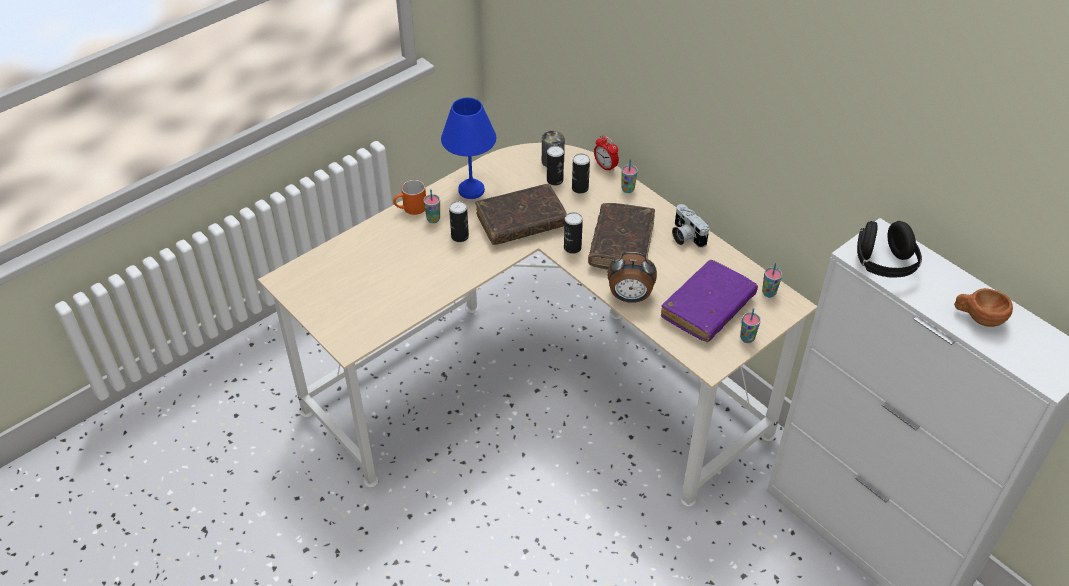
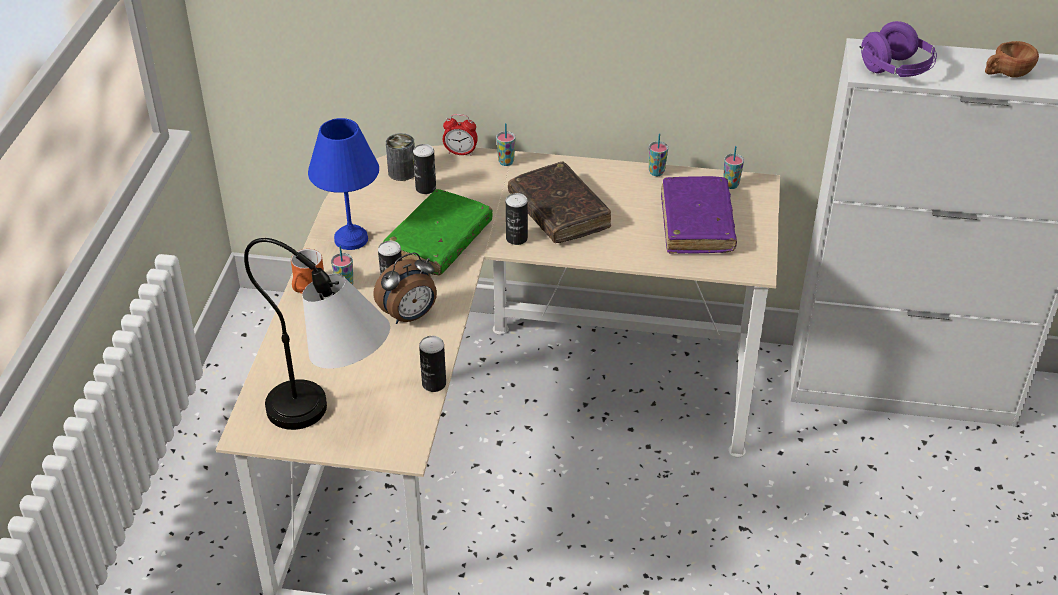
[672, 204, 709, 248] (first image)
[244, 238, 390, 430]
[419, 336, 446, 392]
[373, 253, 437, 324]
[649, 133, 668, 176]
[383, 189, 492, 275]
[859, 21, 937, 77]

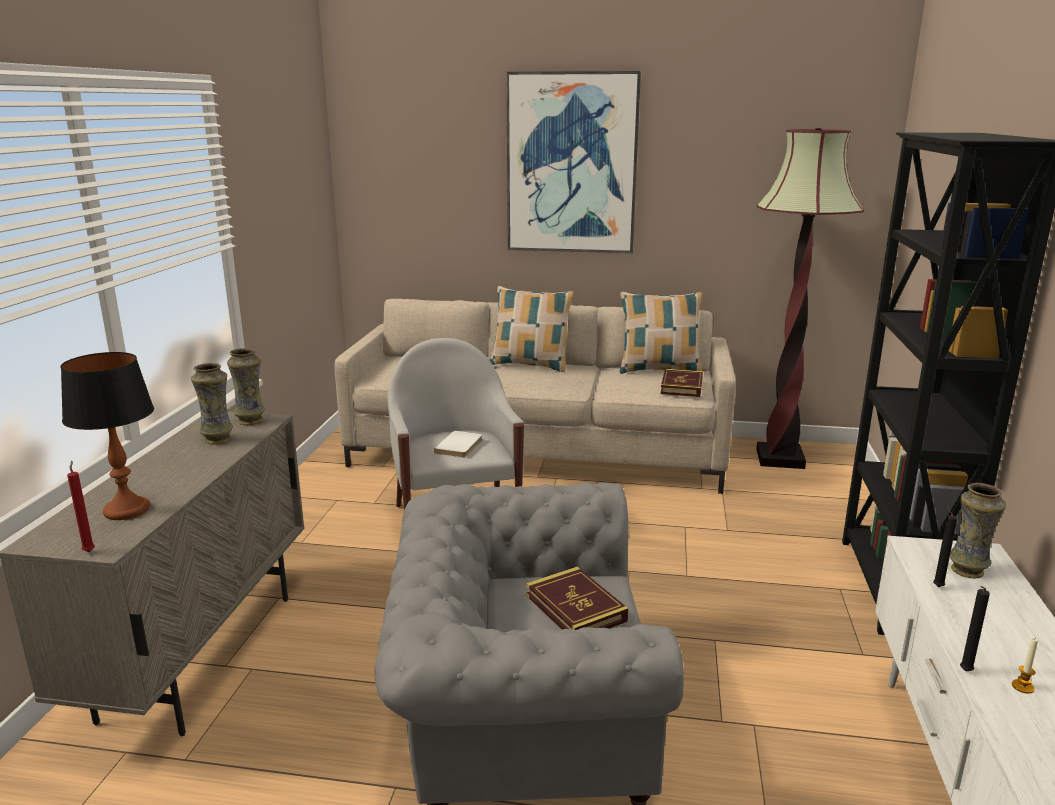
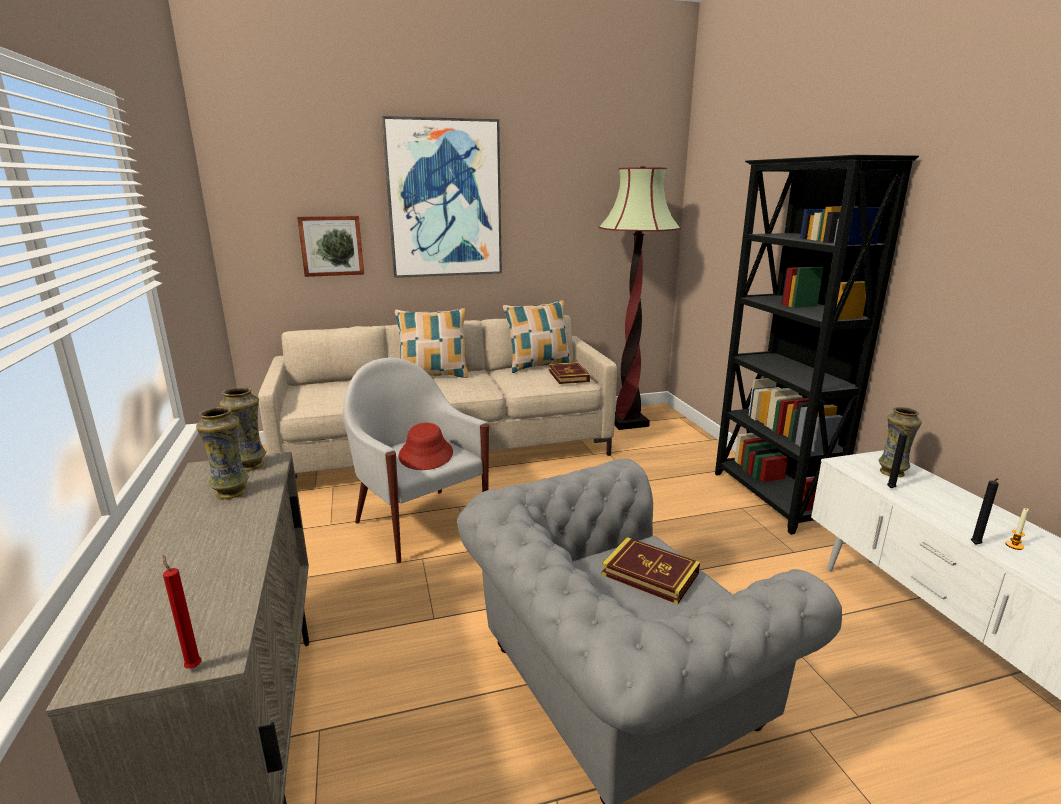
[61, 352, 154, 520] (first image)
[297, 216, 364, 277]
[399, 423, 453, 470]

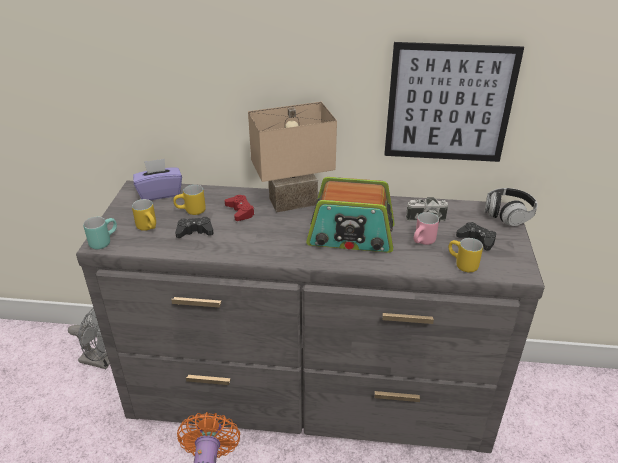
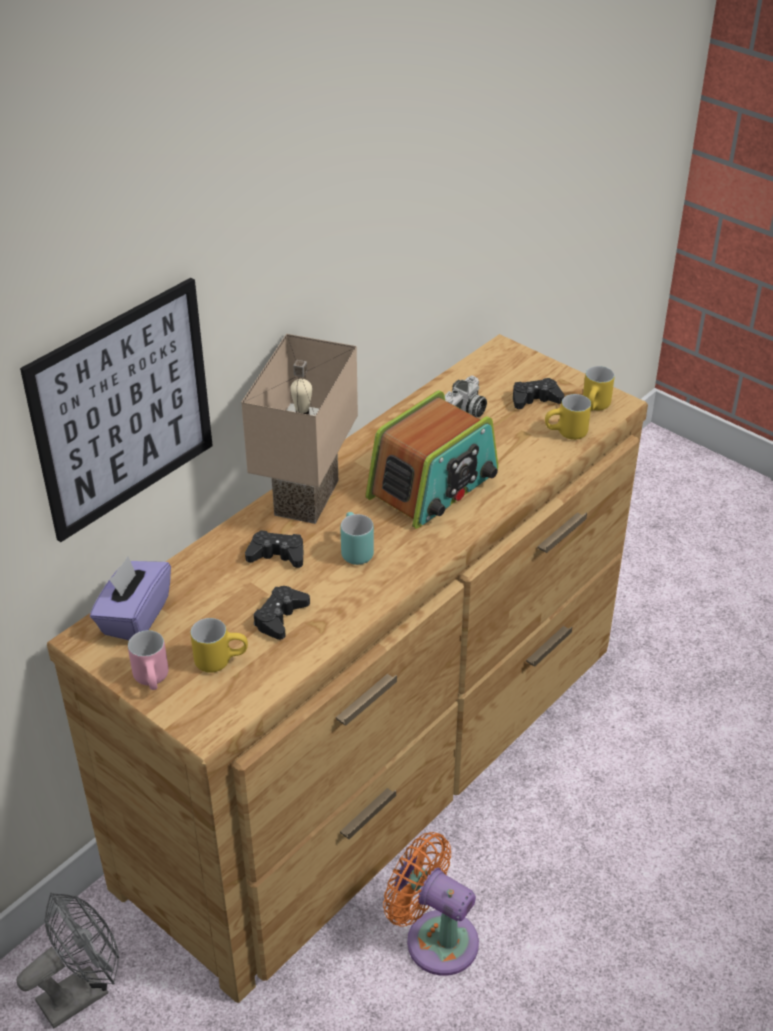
[485, 188, 538, 226] (first image)
[340, 512, 374, 565]
[583, 366, 614, 411]
[20, 278, 213, 542]
[128, 630, 168, 690]
[47, 334, 648, 1003]
[245, 530, 304, 568]

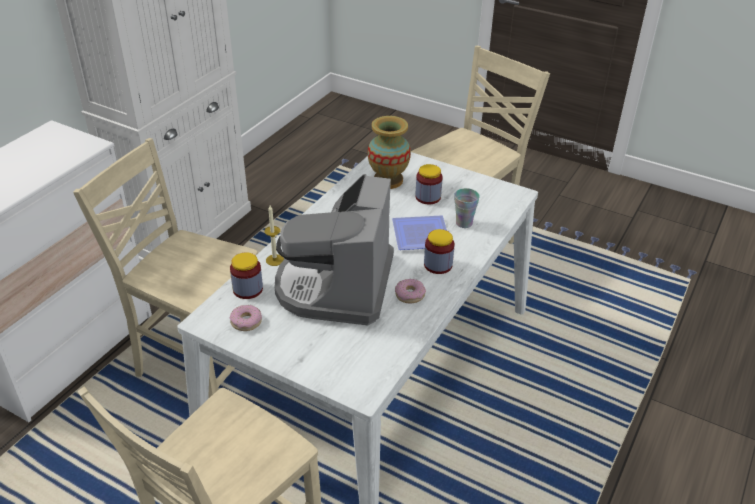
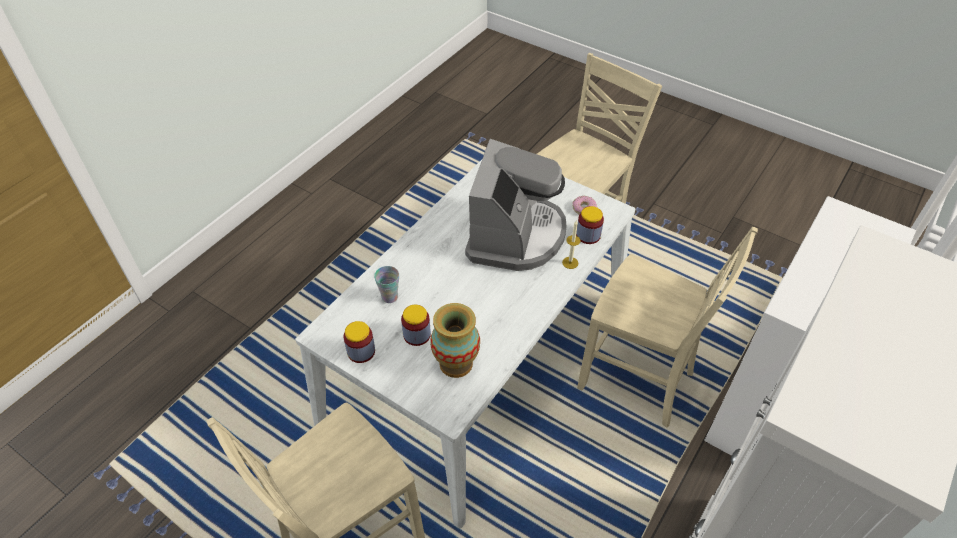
[392, 215, 447, 250] (first image)
[395, 279, 426, 303] (first image)
[344, 321, 375, 363]

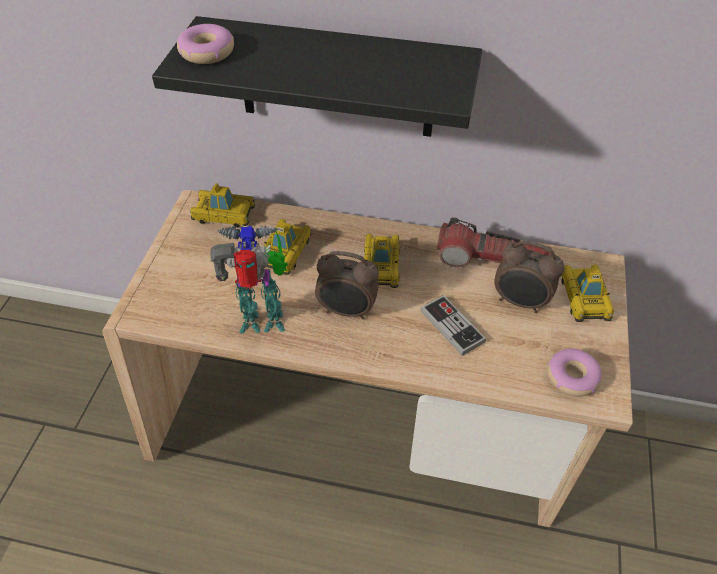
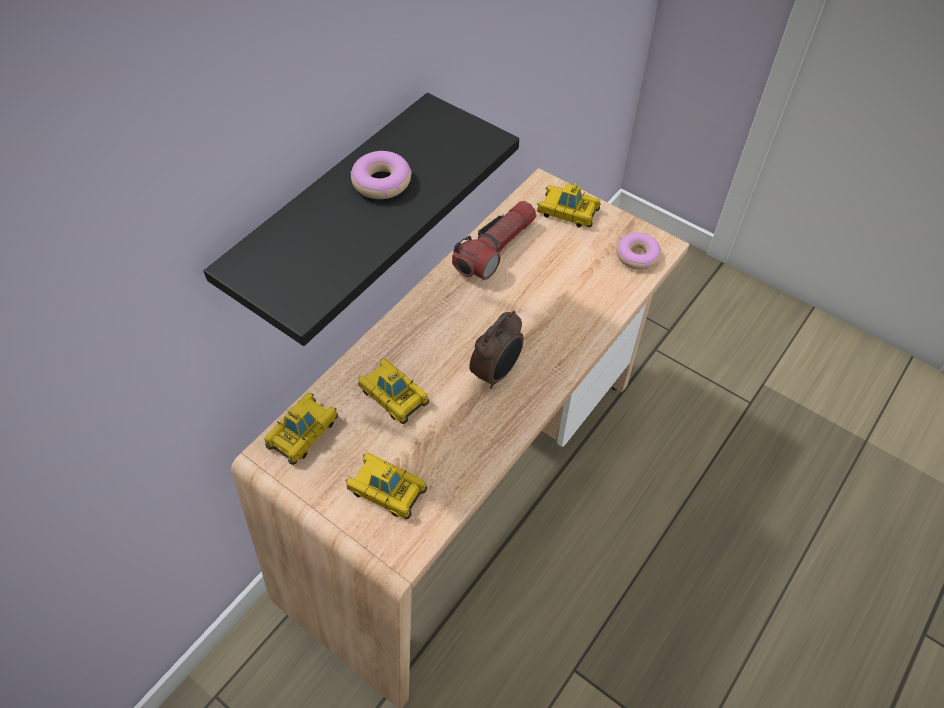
[210, 226, 288, 333] (first image)
[420, 295, 486, 356] (first image)
[494, 240, 565, 313] (first image)
[351, 151, 412, 199]
[346, 453, 427, 519]

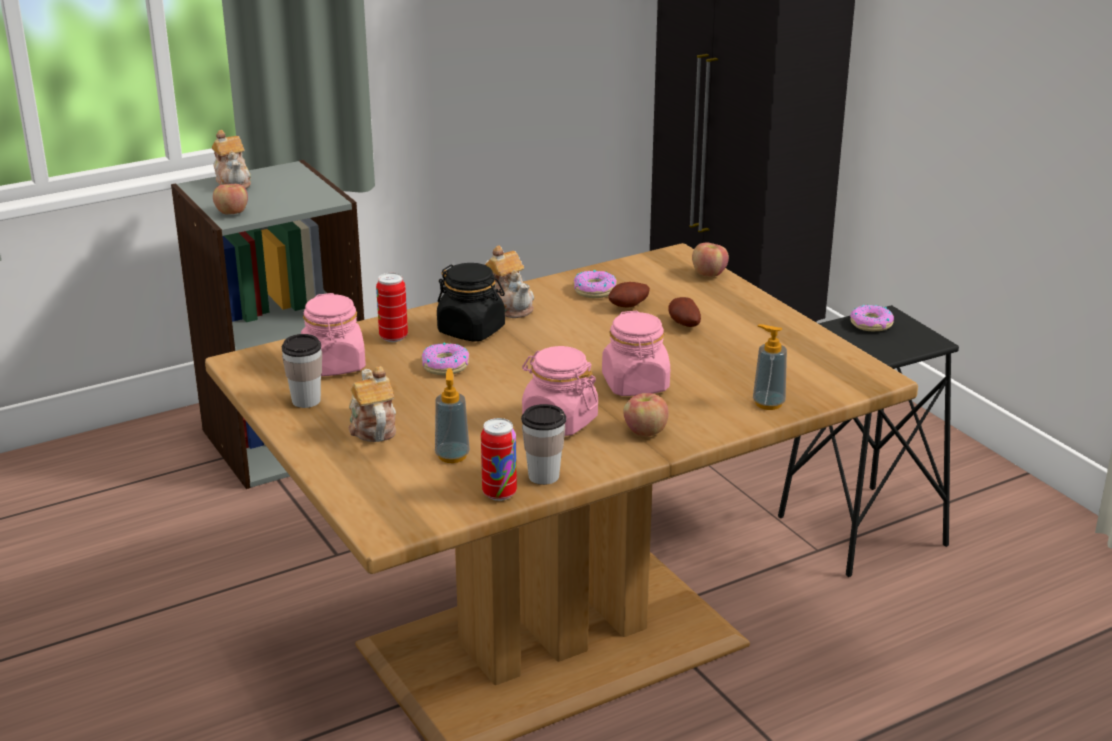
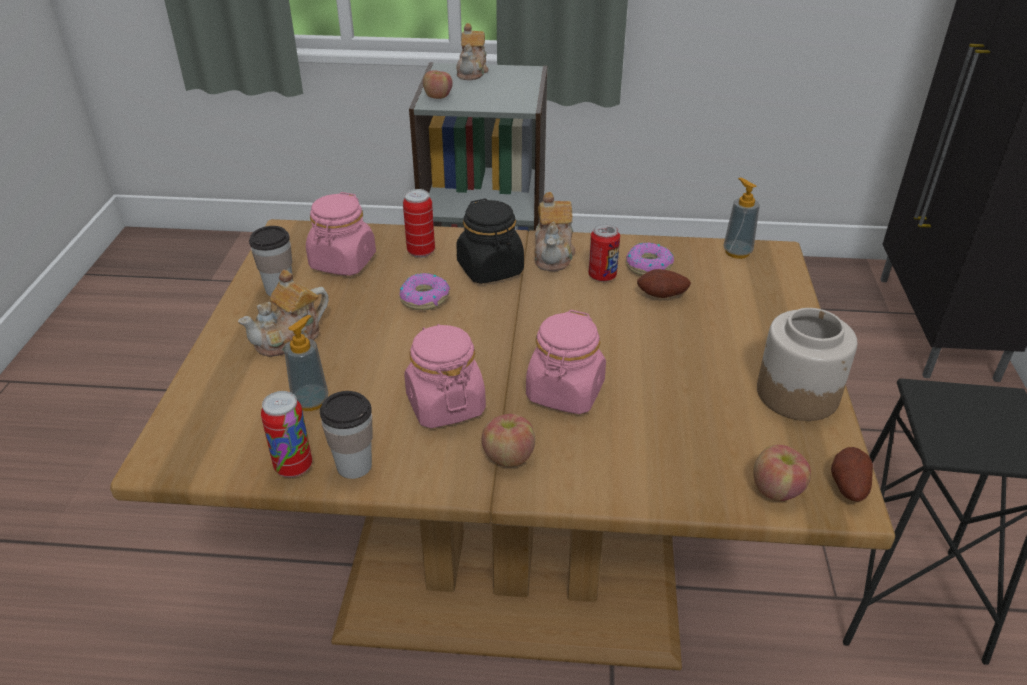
[850, 305, 894, 331] (first image)
[588, 224, 620, 281]
[757, 308, 857, 421]
[831, 447, 873, 502]
[753, 445, 811, 501]
[723, 178, 760, 259]
[238, 270, 329, 357]

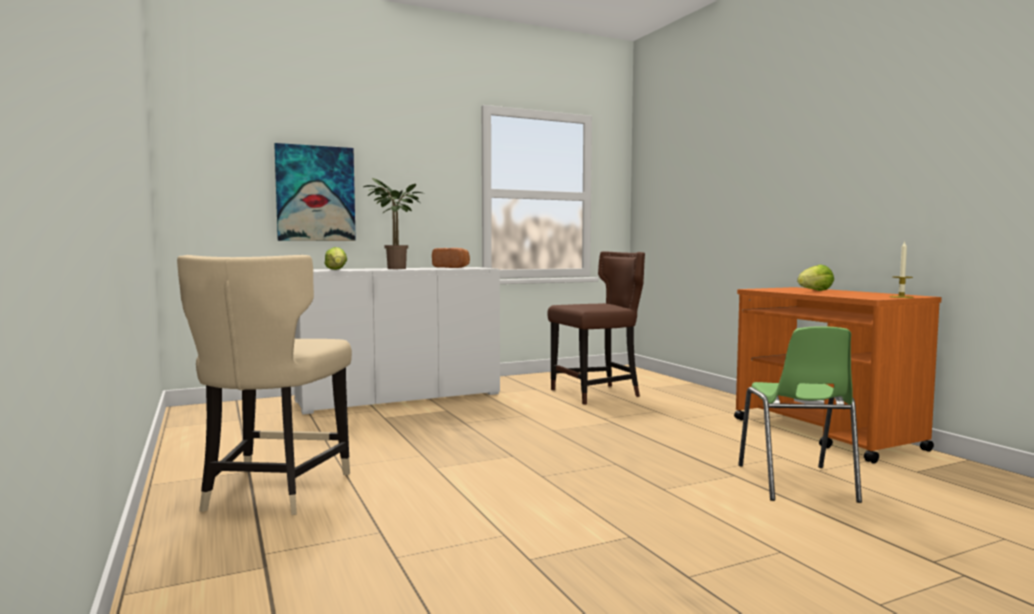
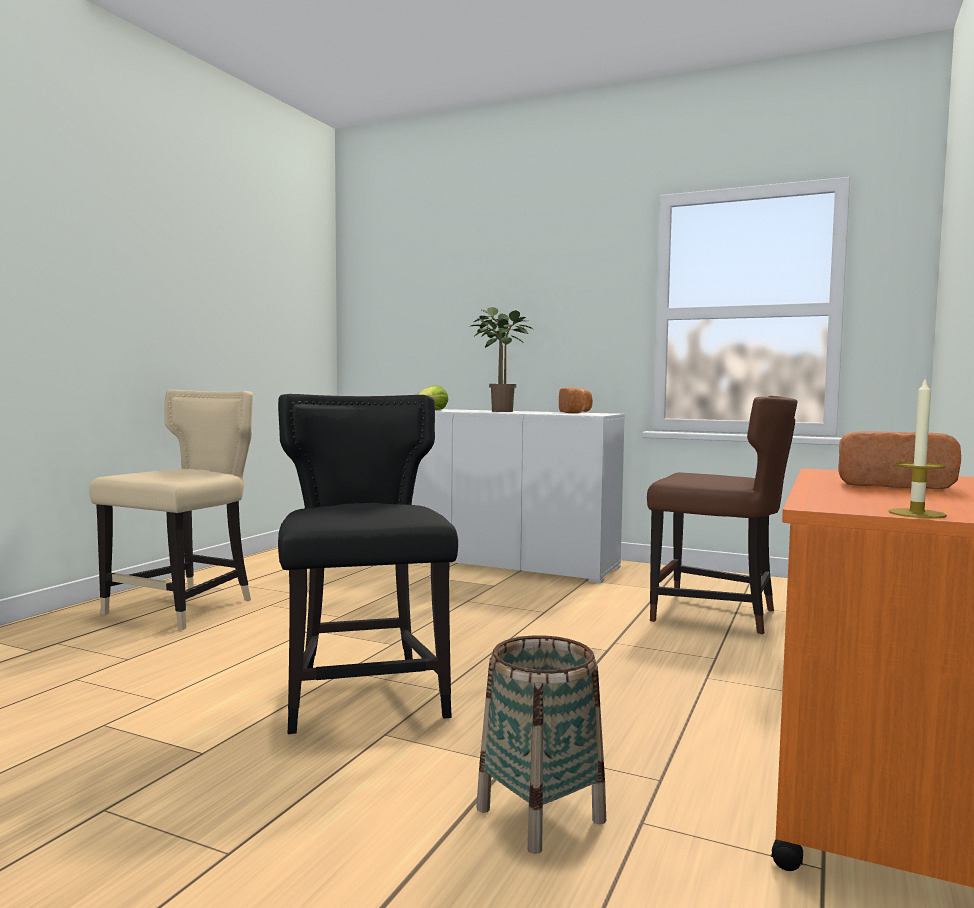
[274, 143, 356, 241] (first image)
[278, 394, 458, 734]
[476, 635, 606, 854]
[838, 431, 961, 489]
[89, 390, 253, 630]

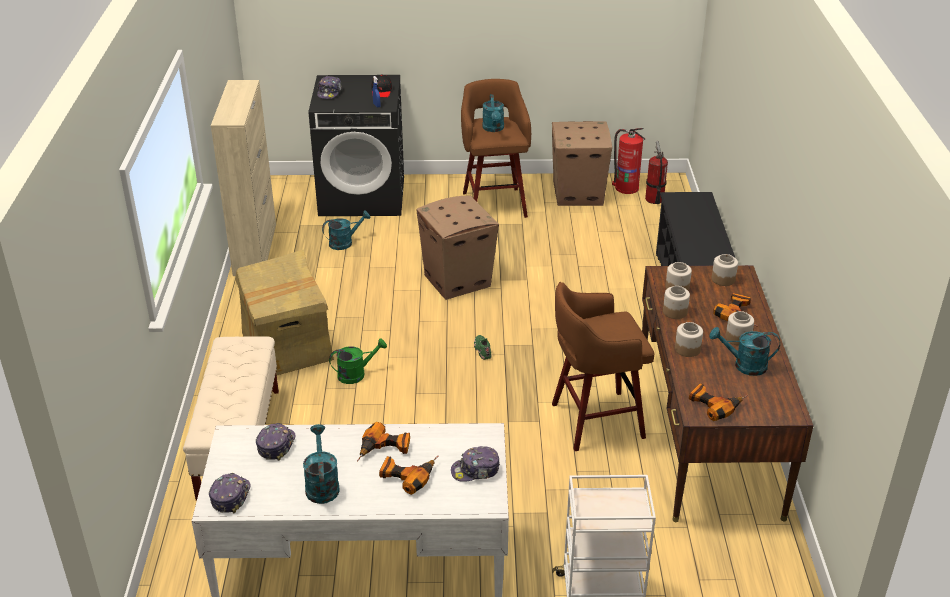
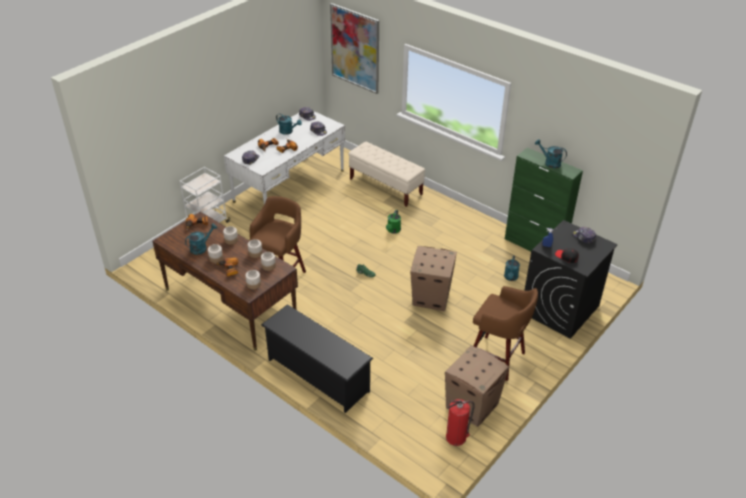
[236, 249, 334, 375] (first image)
[645, 141, 668, 204] (first image)
[330, 3, 379, 94]
[535, 139, 567, 168]
[505, 148, 583, 251]

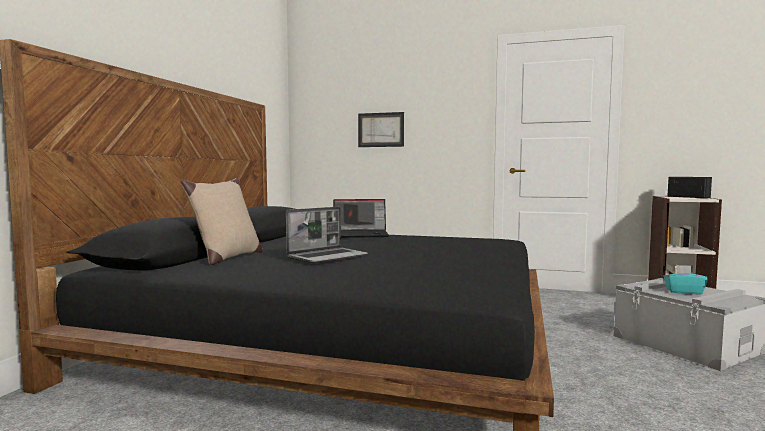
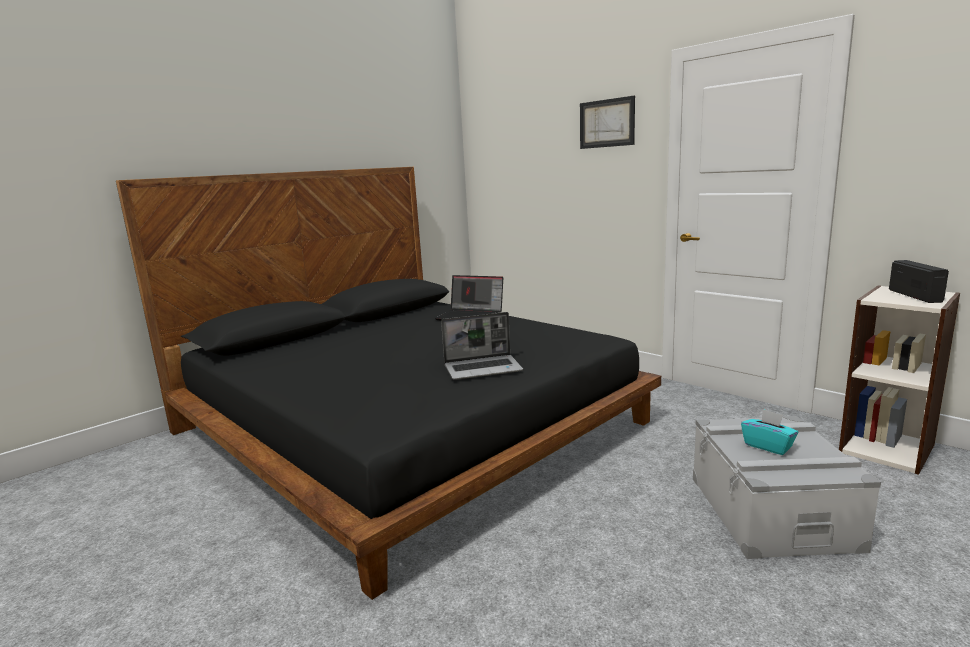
[180, 178, 263, 265] (first image)
[441, 312, 523, 380]
[580, 96, 635, 149]

